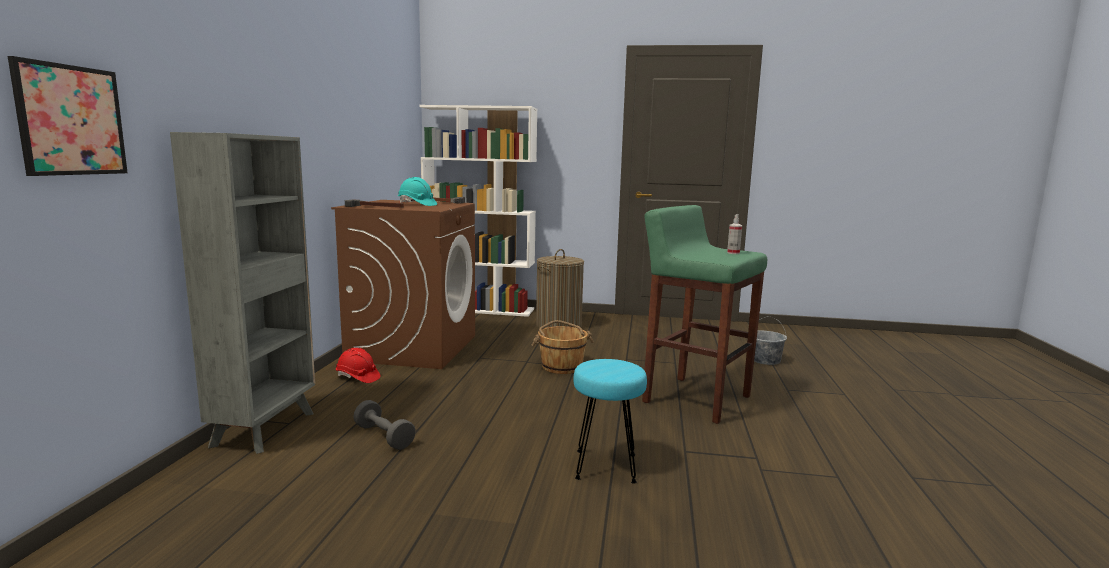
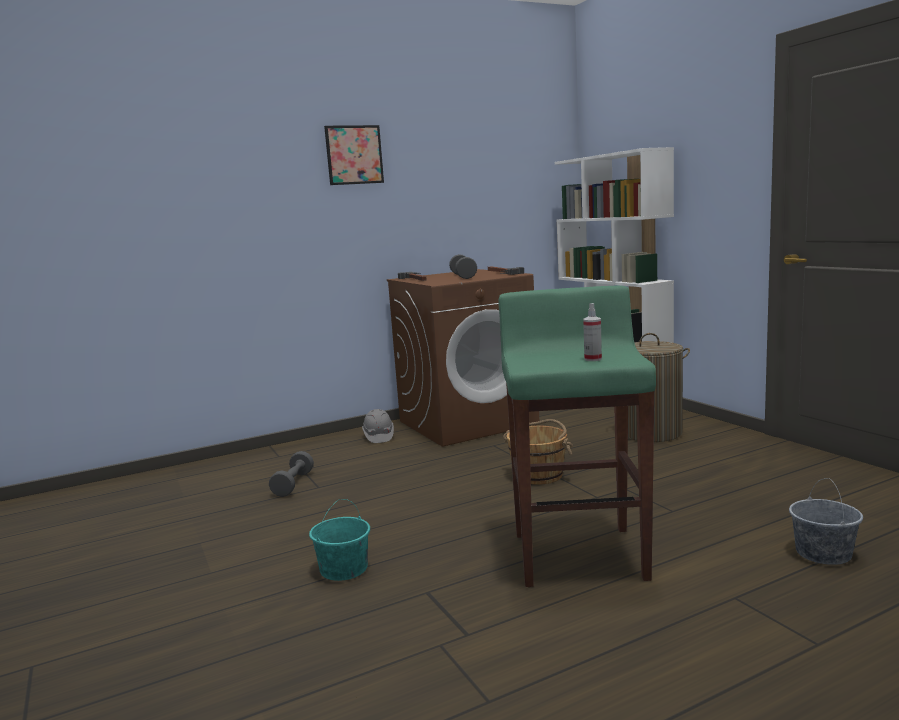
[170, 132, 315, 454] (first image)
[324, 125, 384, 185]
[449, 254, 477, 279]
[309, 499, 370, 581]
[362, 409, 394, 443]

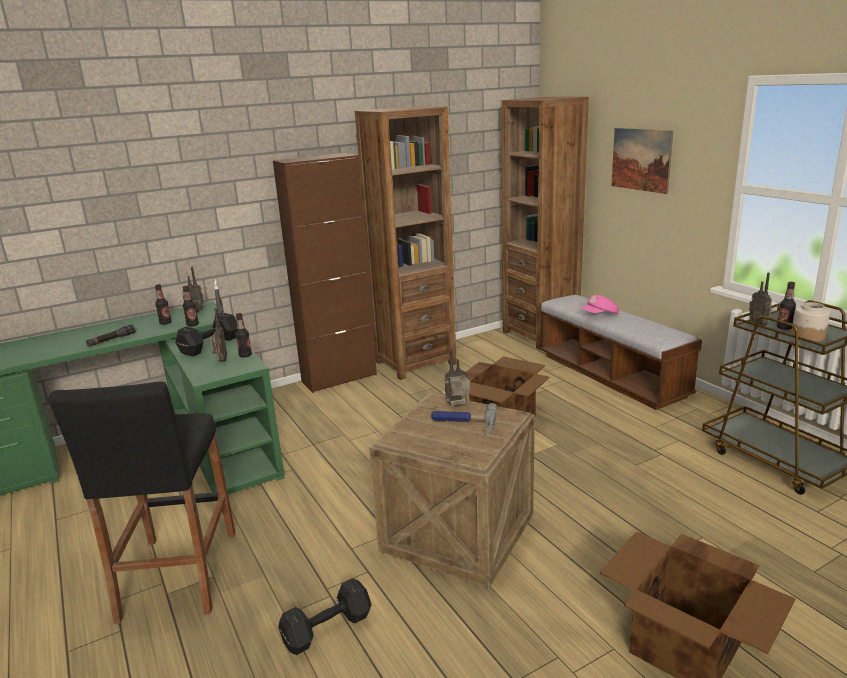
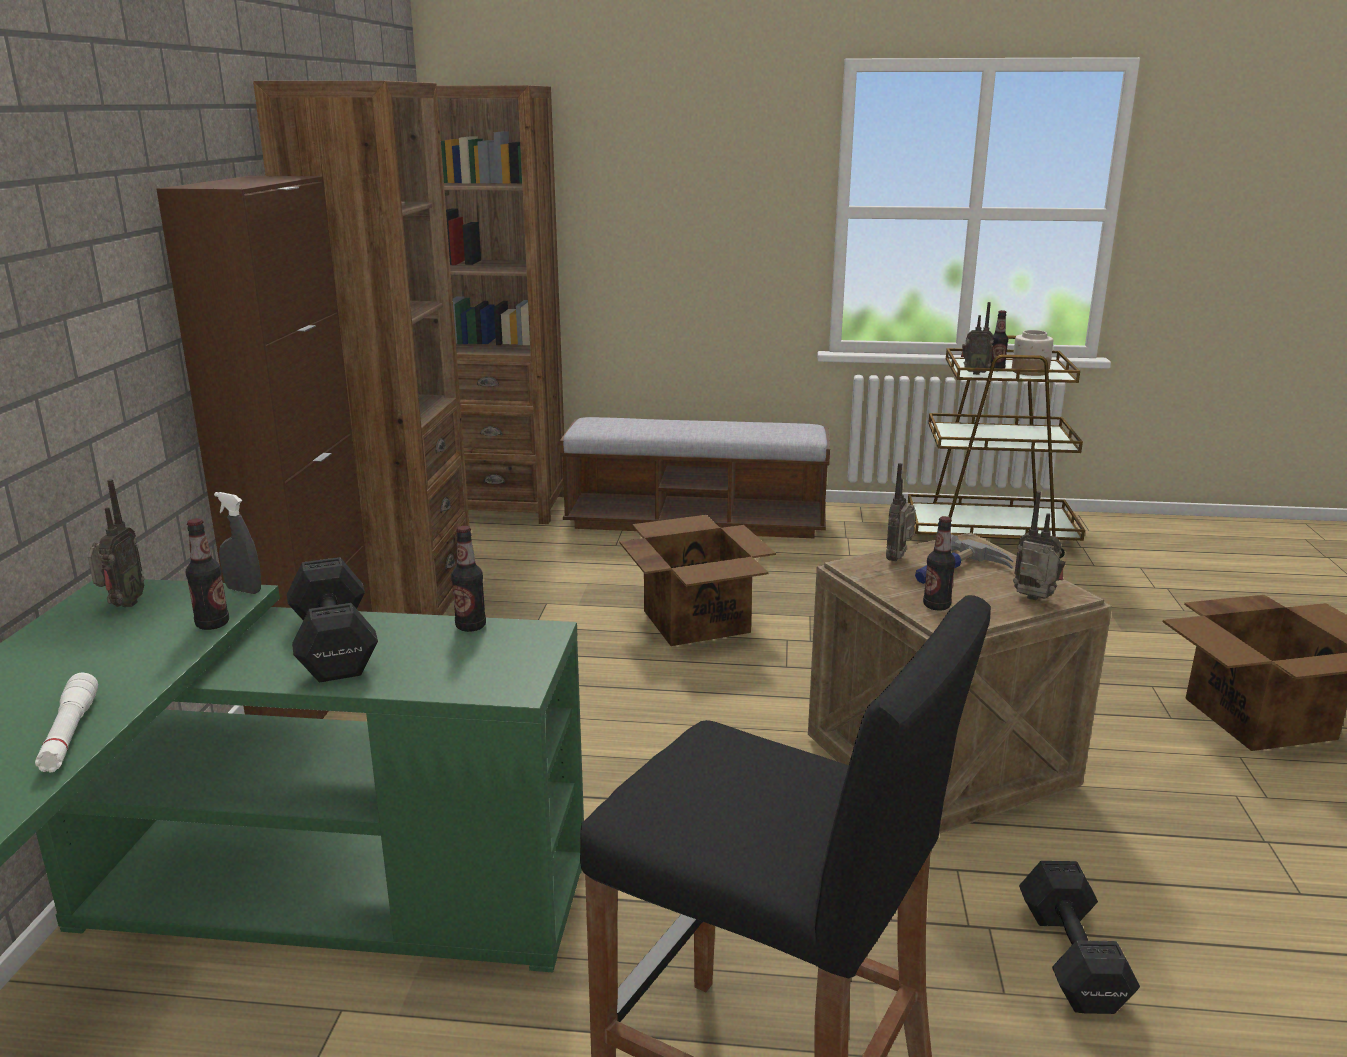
[581, 295, 619, 314] (first image)
[612, 128, 673, 194] (first image)
[923, 516, 956, 610]
[1013, 491, 1065, 601]
[35, 673, 98, 773]

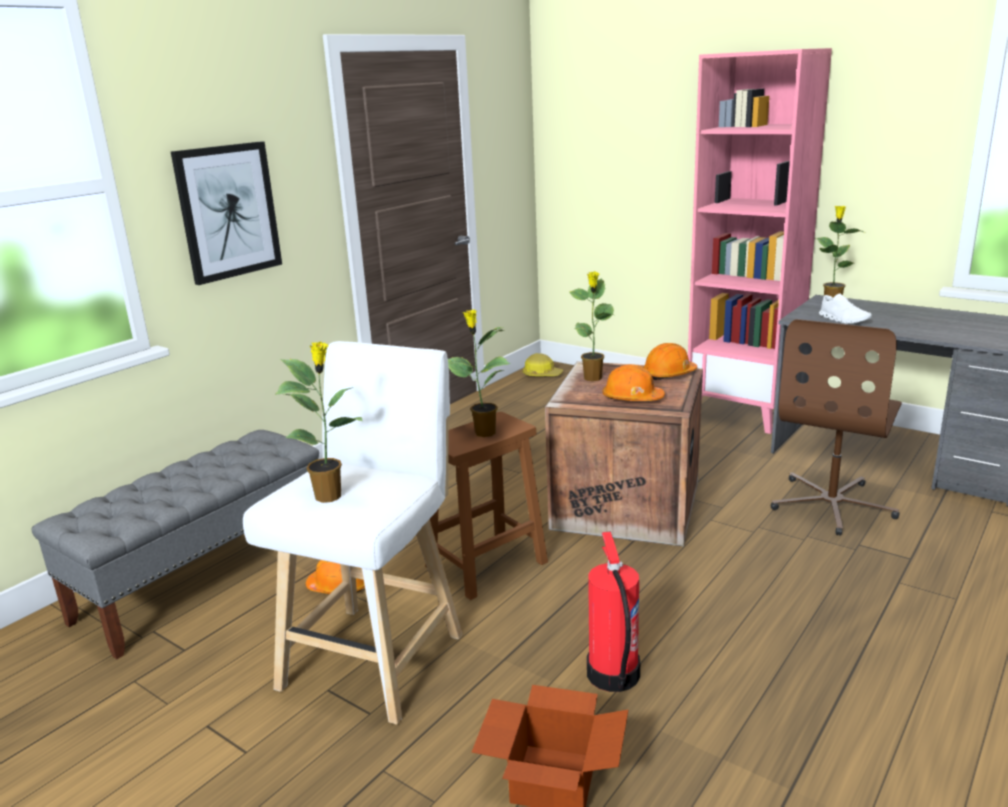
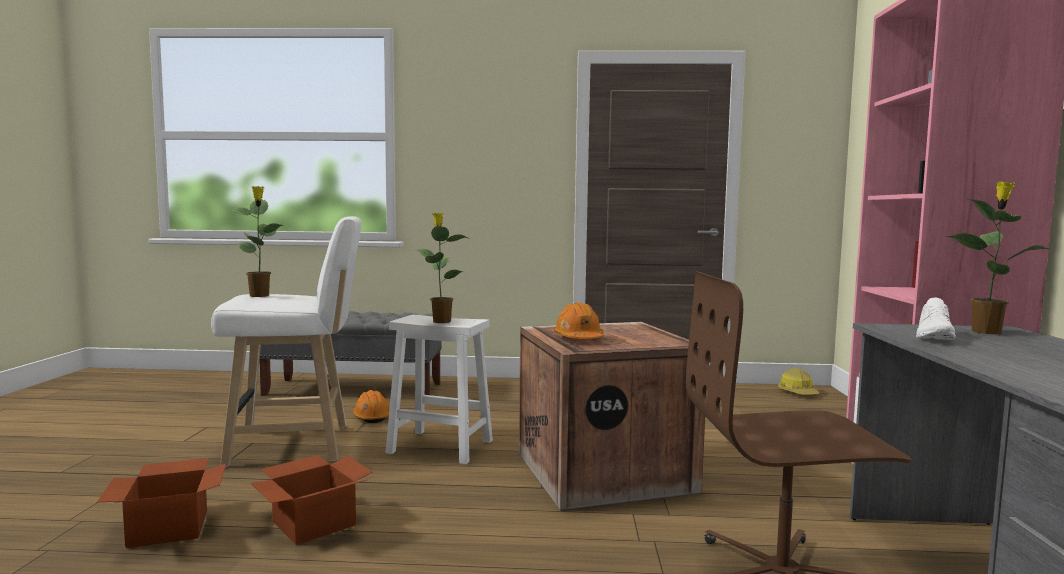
[171, 141, 282, 285] (first image)
[569, 271, 614, 381] (first image)
[643, 343, 697, 380] (first image)
[250, 455, 372, 545]
[385, 315, 493, 464]

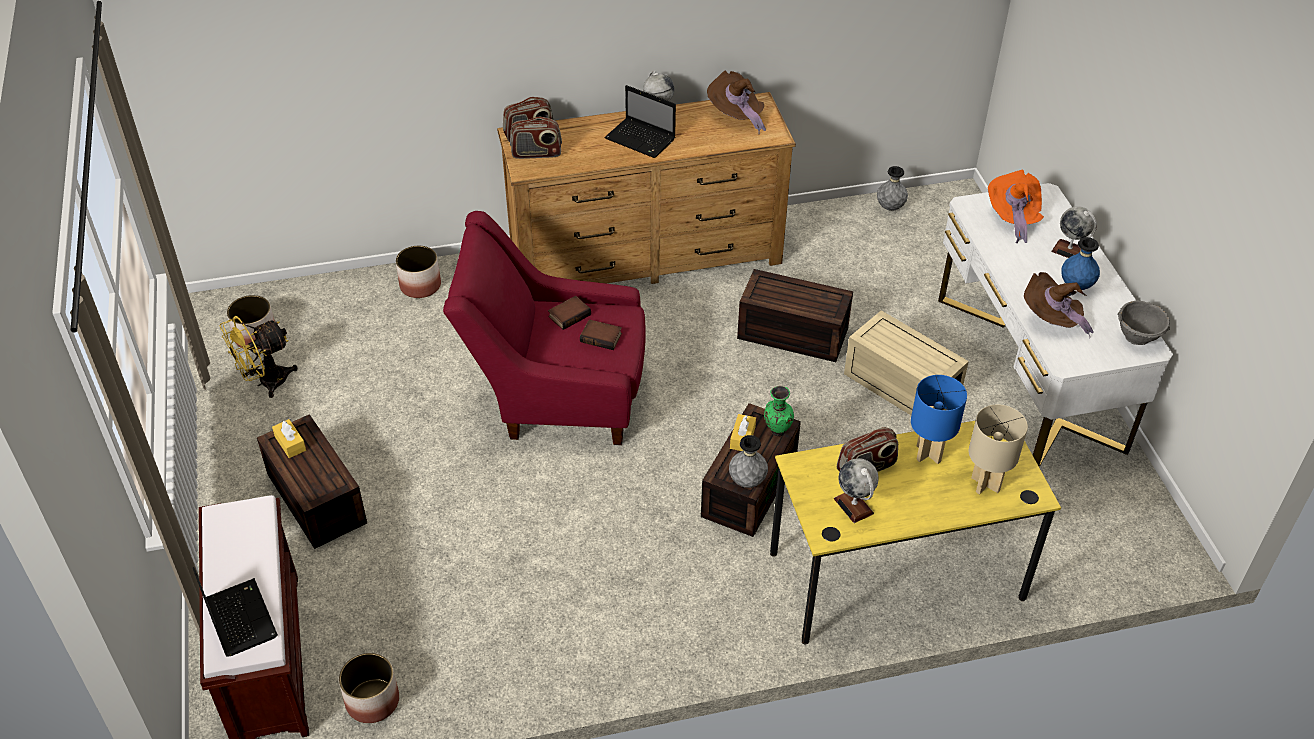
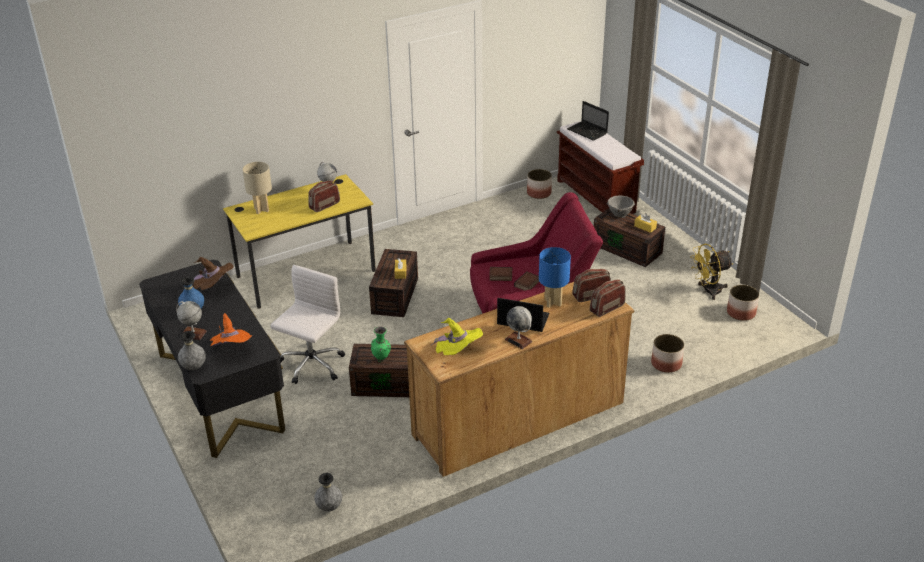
[178, 331, 206, 370]
[371, 326, 391, 362]
[539, 247, 571, 308]
[607, 195, 635, 218]
[270, 265, 345, 384]
[430, 318, 483, 355]
[139, 260, 285, 458]
[690, 244, 733, 300]

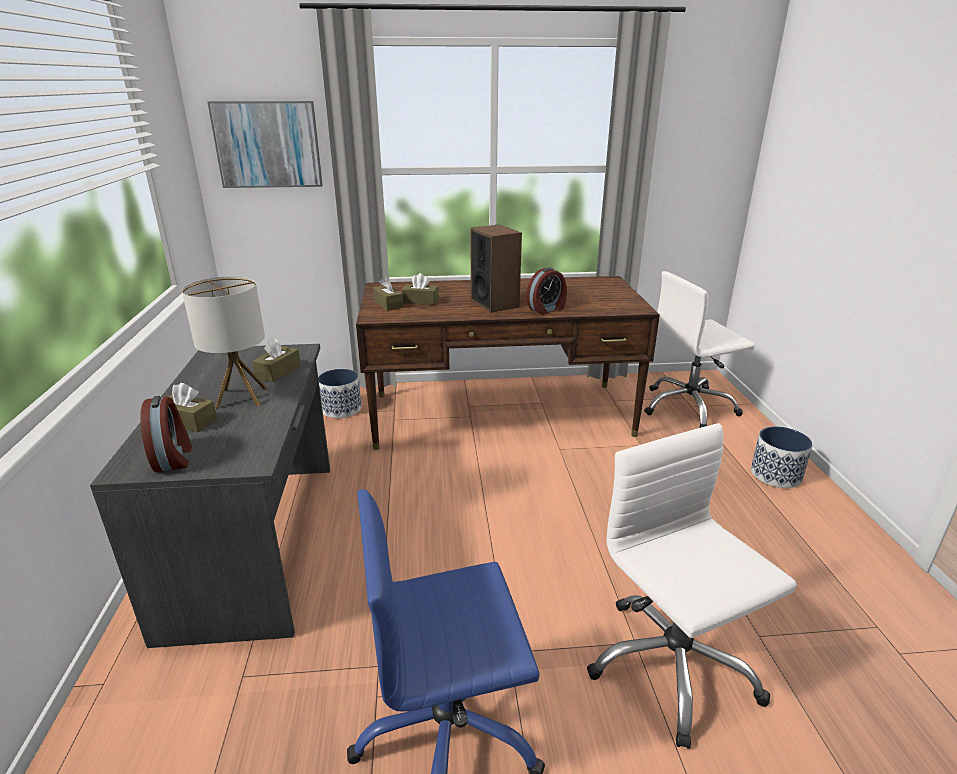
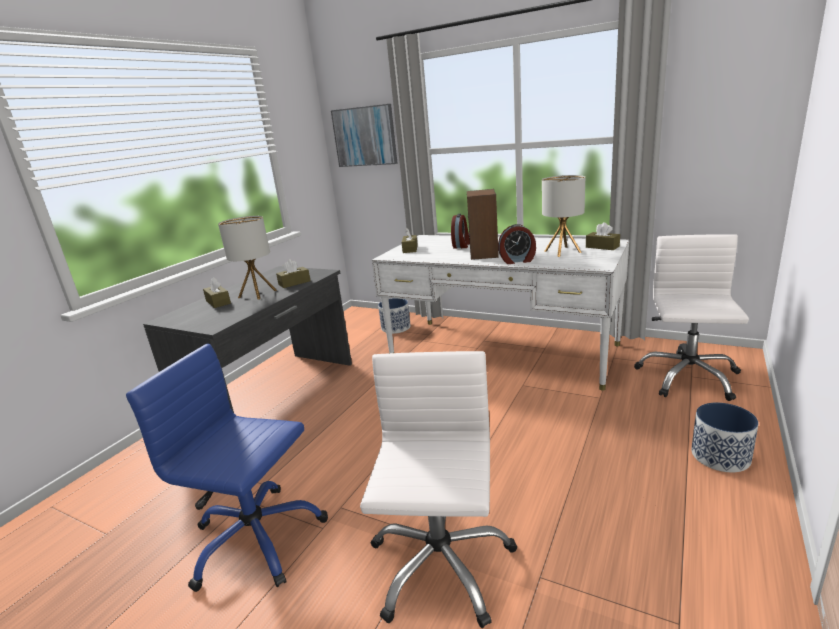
[542, 175, 585, 257]
[451, 214, 470, 249]
[586, 222, 620, 250]
[372, 235, 629, 391]
[634, 234, 749, 401]

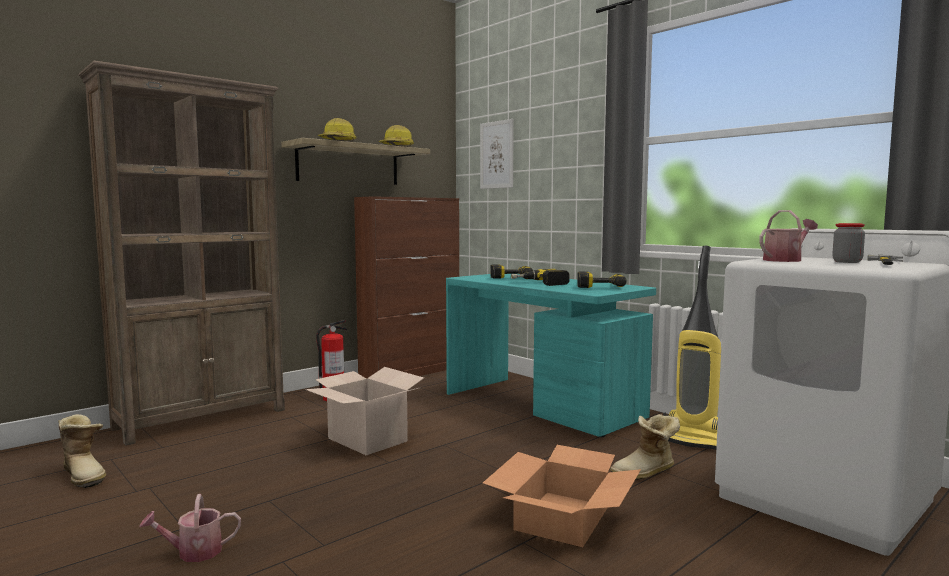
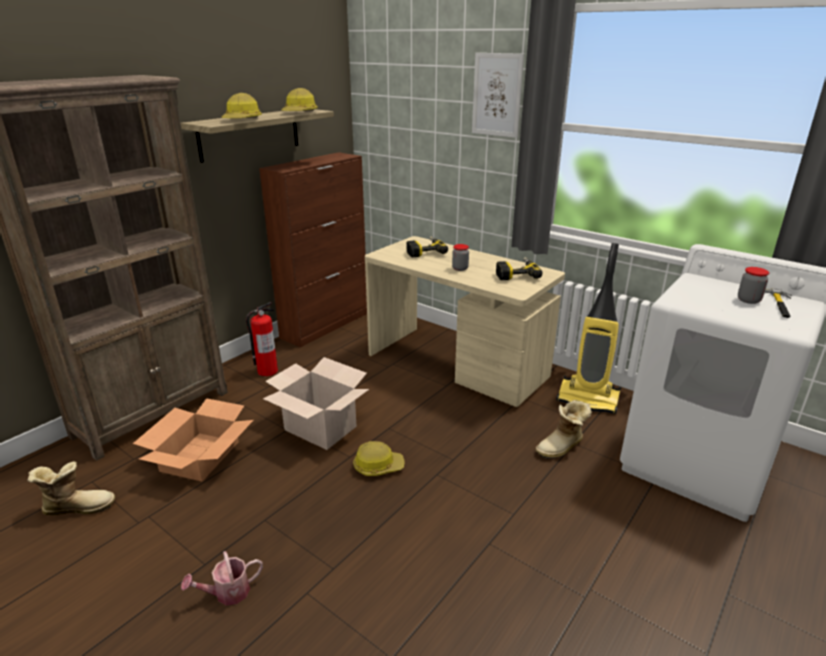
[759, 210, 818, 262] (first image)
[353, 441, 405, 476]
[472, 53, 524, 138]
[133, 398, 254, 482]
[452, 244, 469, 271]
[365, 236, 565, 407]
[27, 462, 115, 515]

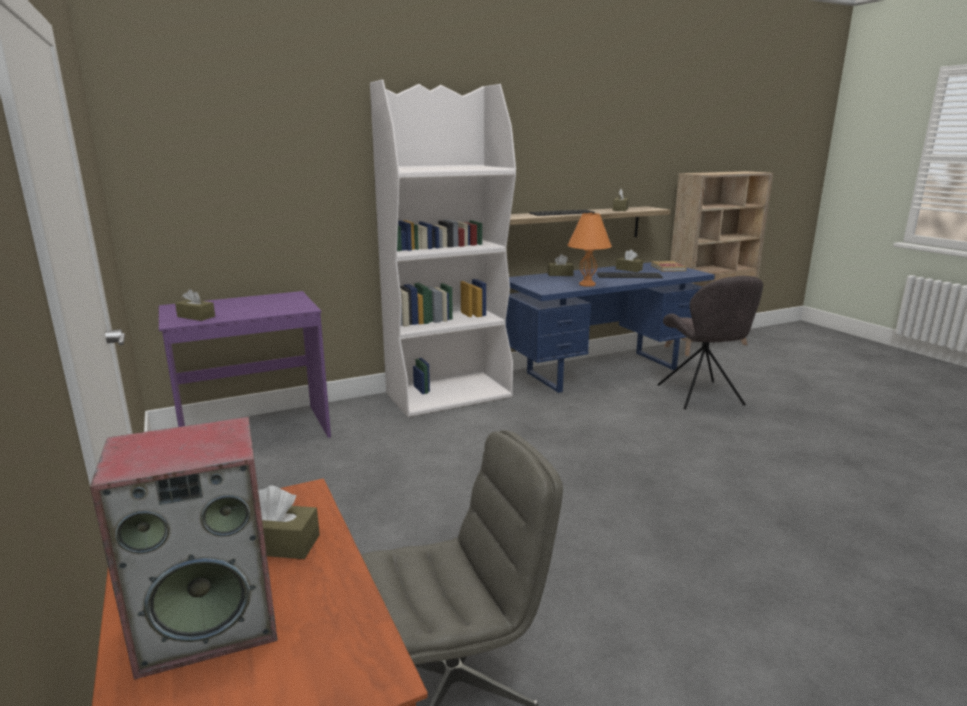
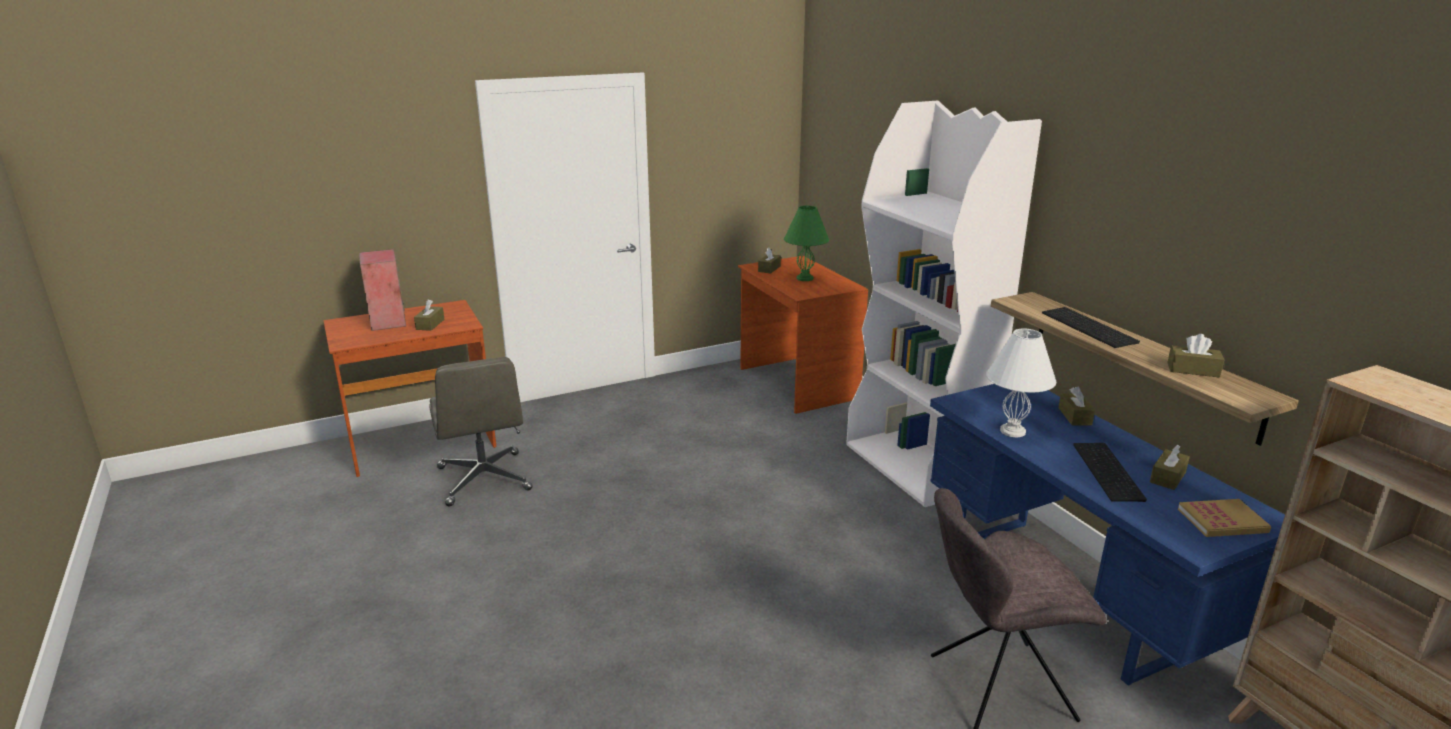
[784, 205, 829, 281]
[738, 256, 868, 414]
[986, 329, 1056, 437]

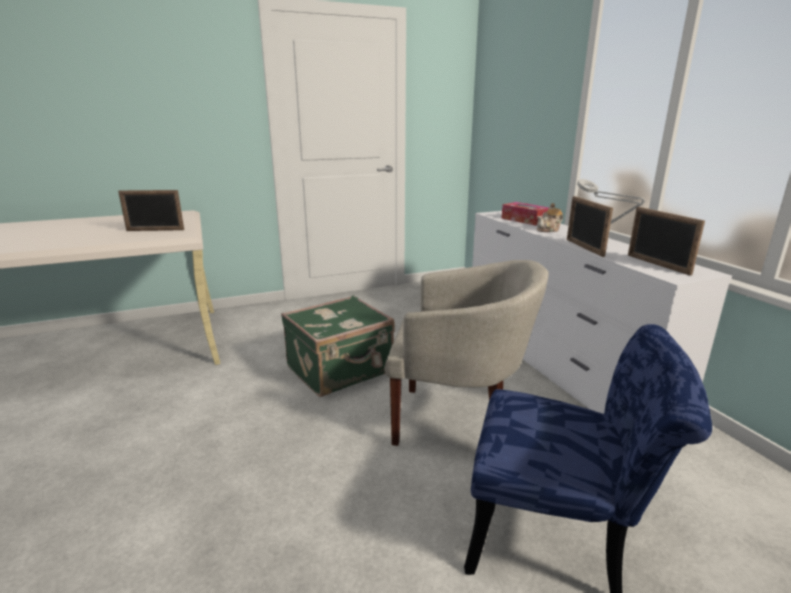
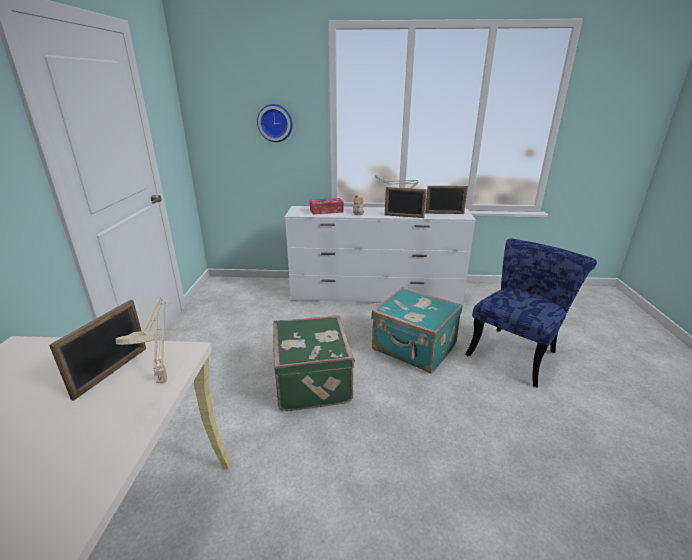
[116, 297, 168, 383]
[257, 104, 293, 142]
[371, 287, 462, 373]

